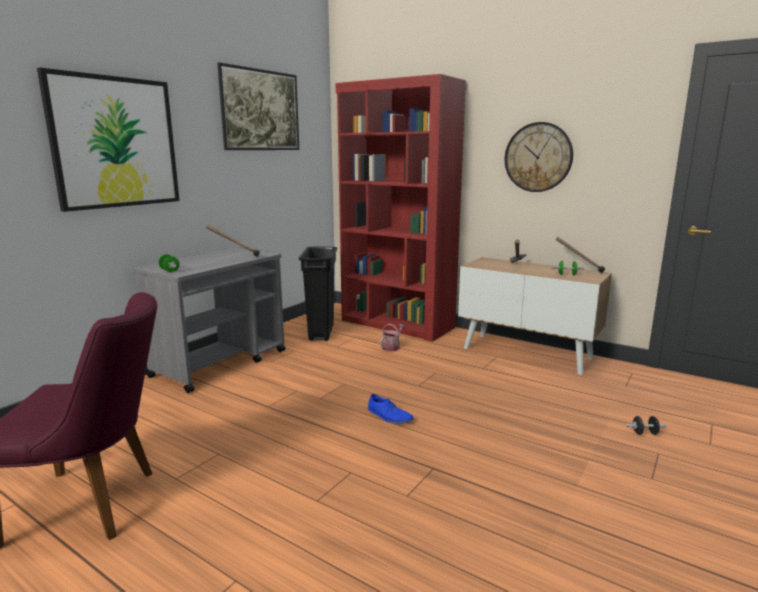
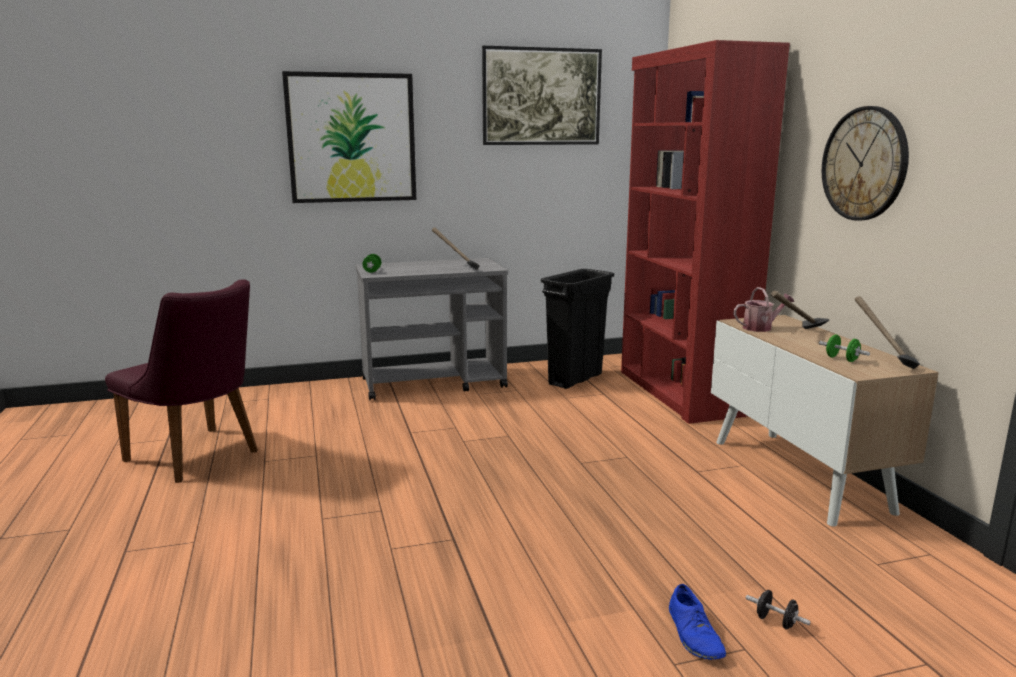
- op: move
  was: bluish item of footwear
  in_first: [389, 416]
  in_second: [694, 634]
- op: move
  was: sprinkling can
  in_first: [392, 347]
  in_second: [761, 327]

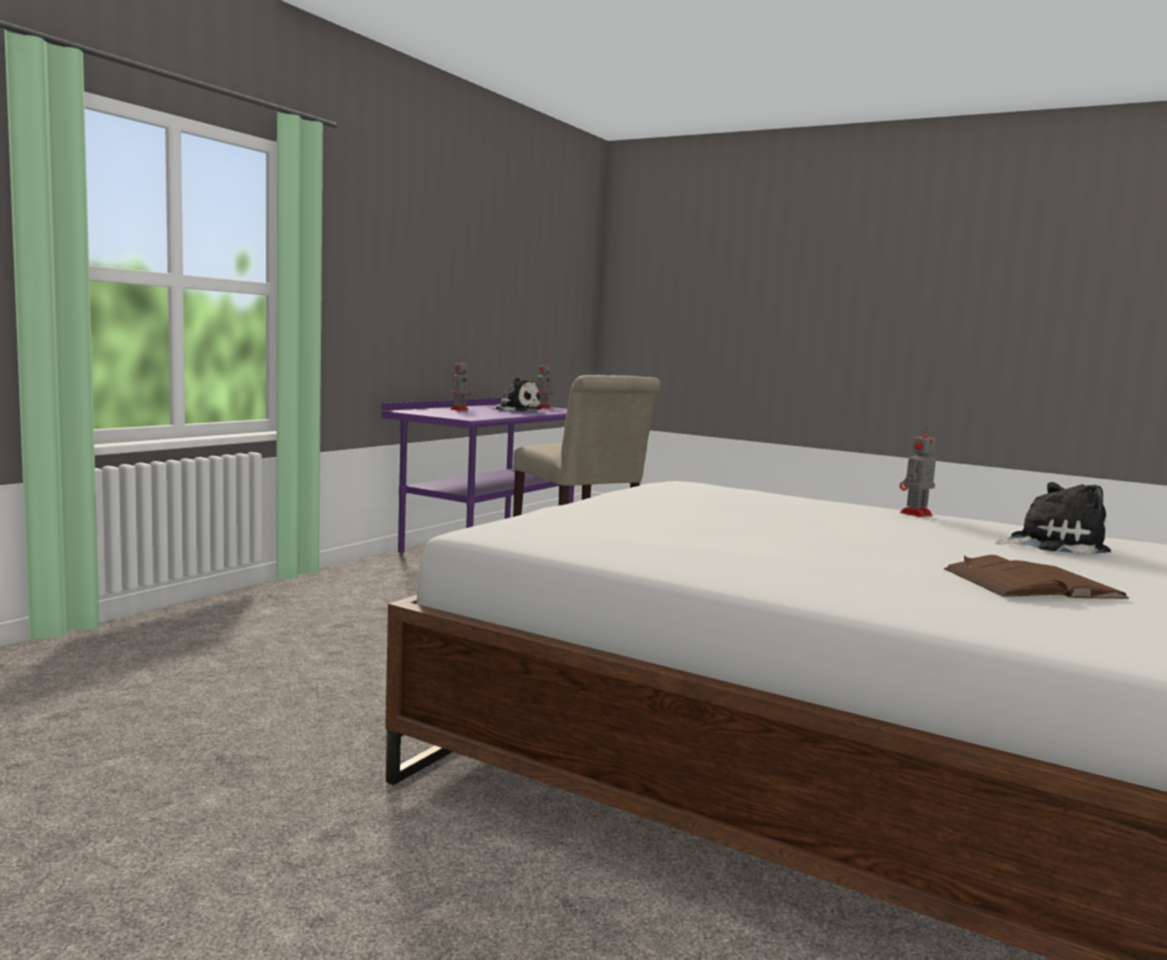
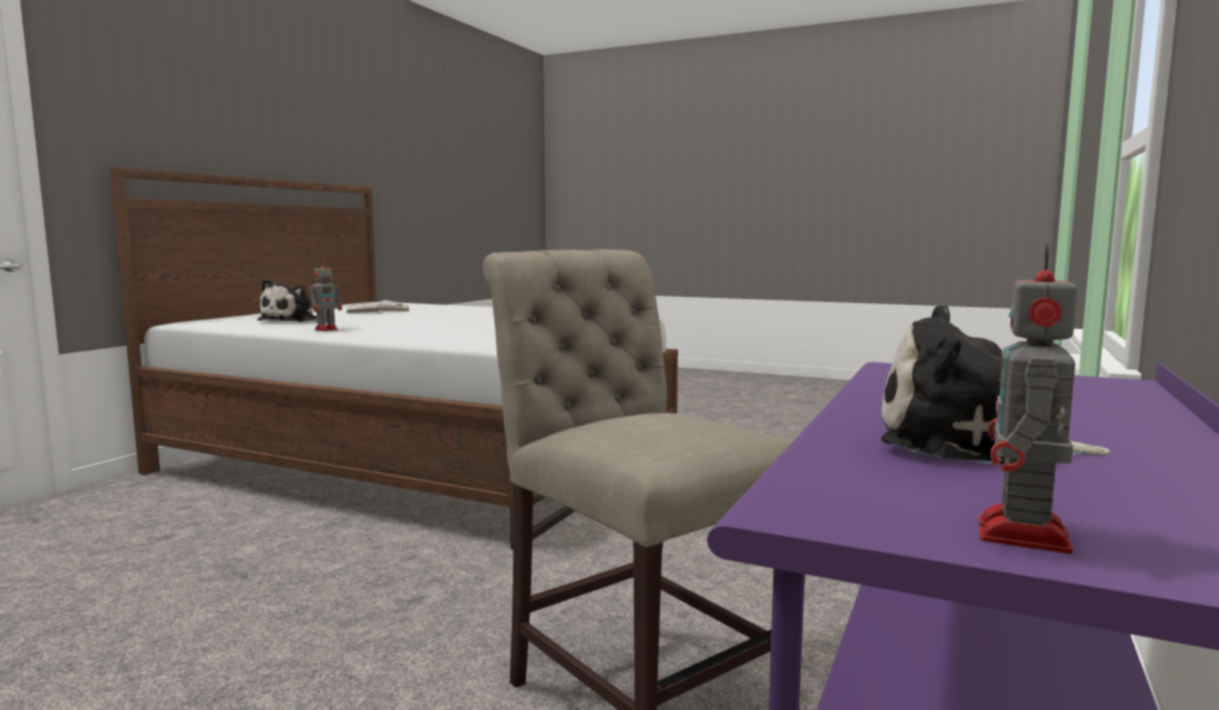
- op: delete
  was: toy robot
  in_first: [459, 409]
- op: recolor
  was: brown-coloured bound book
  now: white bound book
  in_first: [1032, 583]
  in_second: [378, 309]
- op: rotate
  was: cuddly toy
  in_first: [1051, 544]
  in_second: [292, 320]
  clockwise: -60

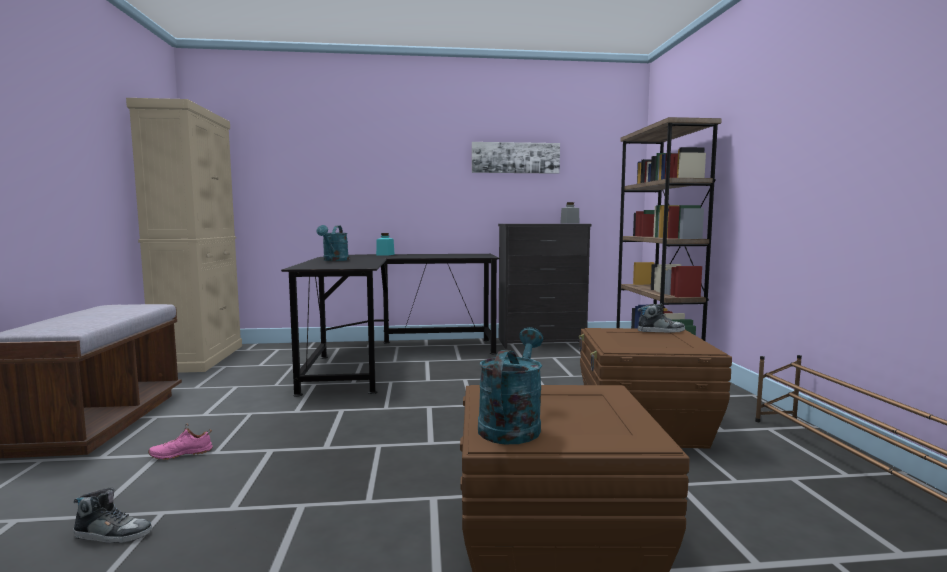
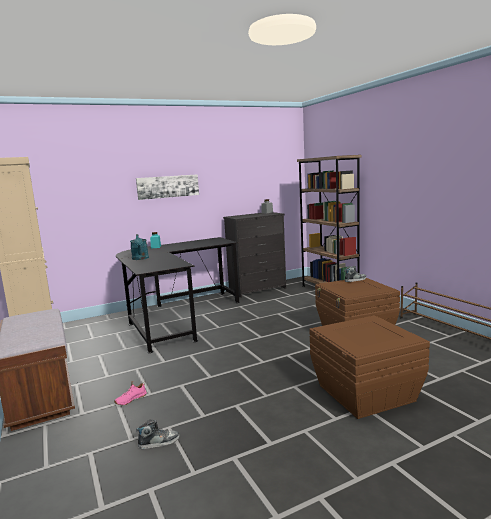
- op: delete
  was: turquoise sprinkling can
  in_first: [512, 425]
- op: move
  was: wall art
  in_first: [515, 158]
  in_second: [168, 186]

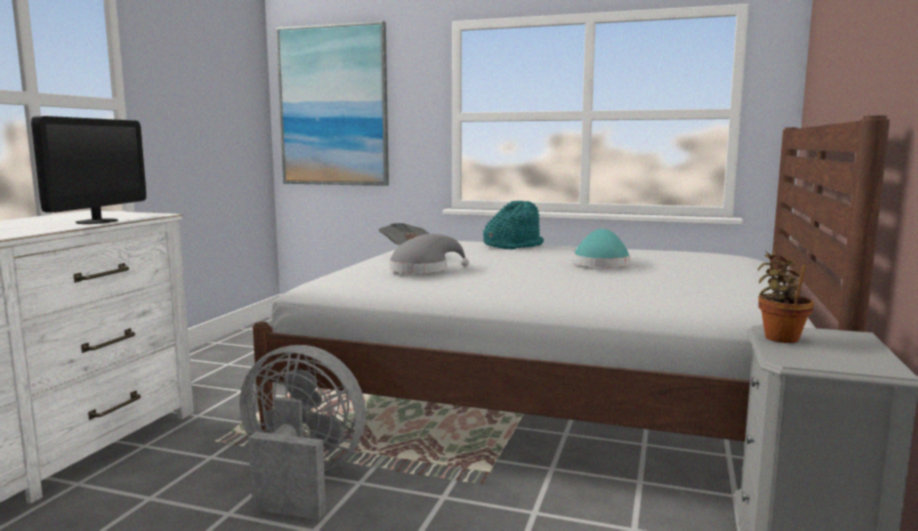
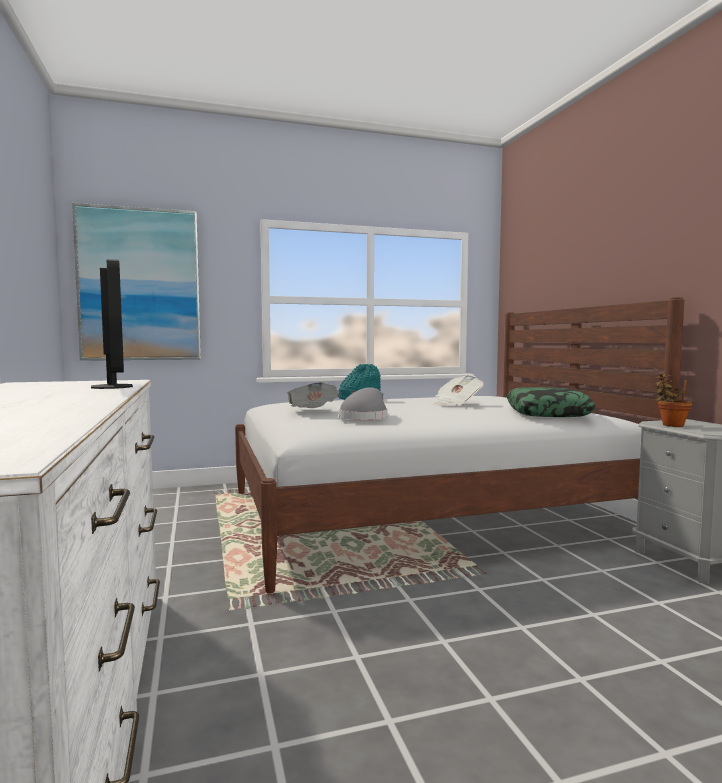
- op: delete
  was: grey fan
  in_first: [300, 479]
- op: insert
  now: pillow
  in_second: [547, 413]
- op: replace
  was: turquoise wearable hat
  now: printed paper
  in_first: [600, 264]
  in_second: [456, 404]

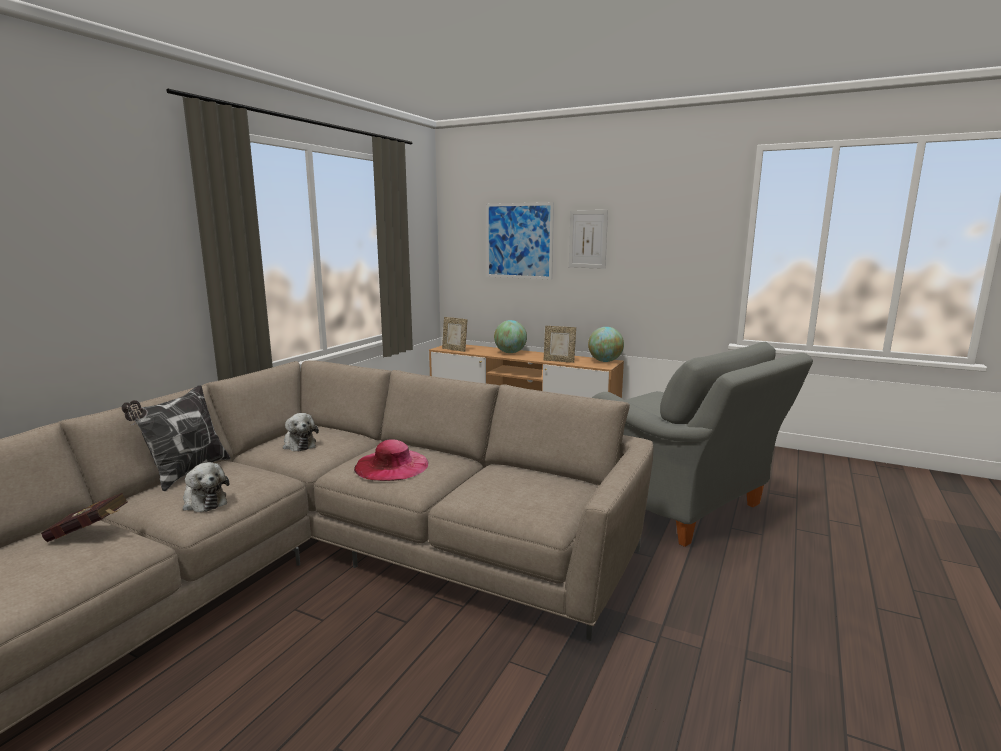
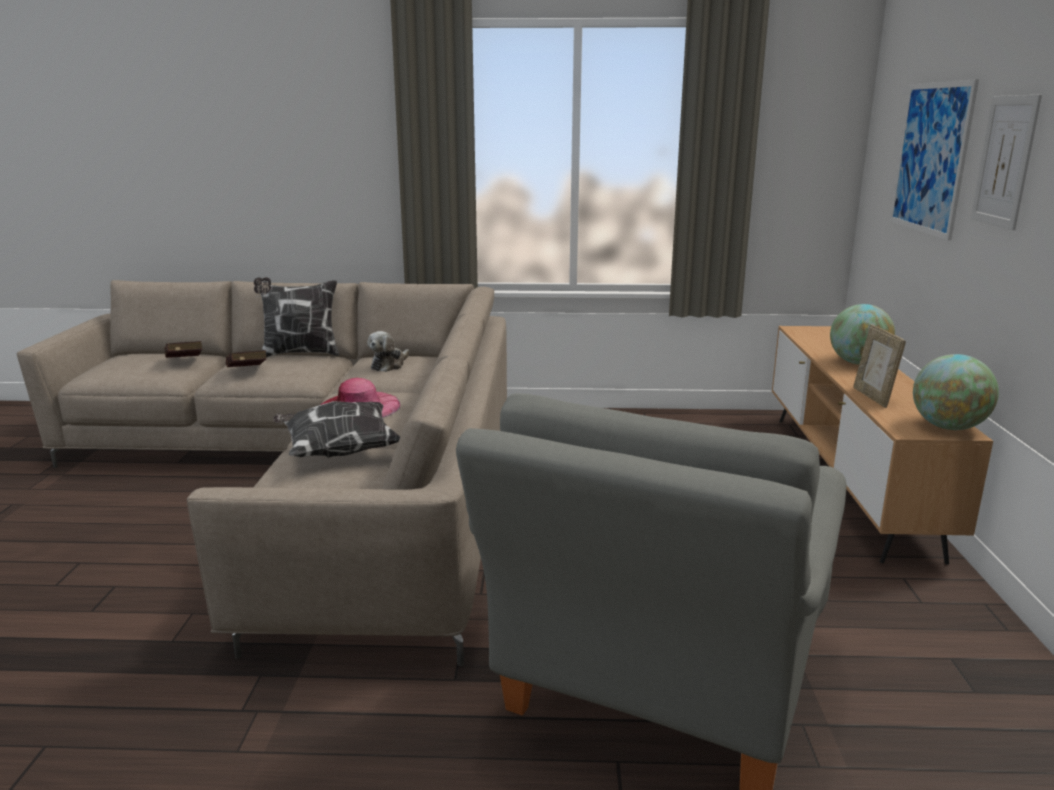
- op: delete
  was: picture frame
  in_first: [454, 349]
- op: insert
  now: pillow
  in_second: [338, 452]
- op: replace
  was: cuddly toy
  now: red bound book
  in_first: [204, 501]
  in_second: [247, 372]

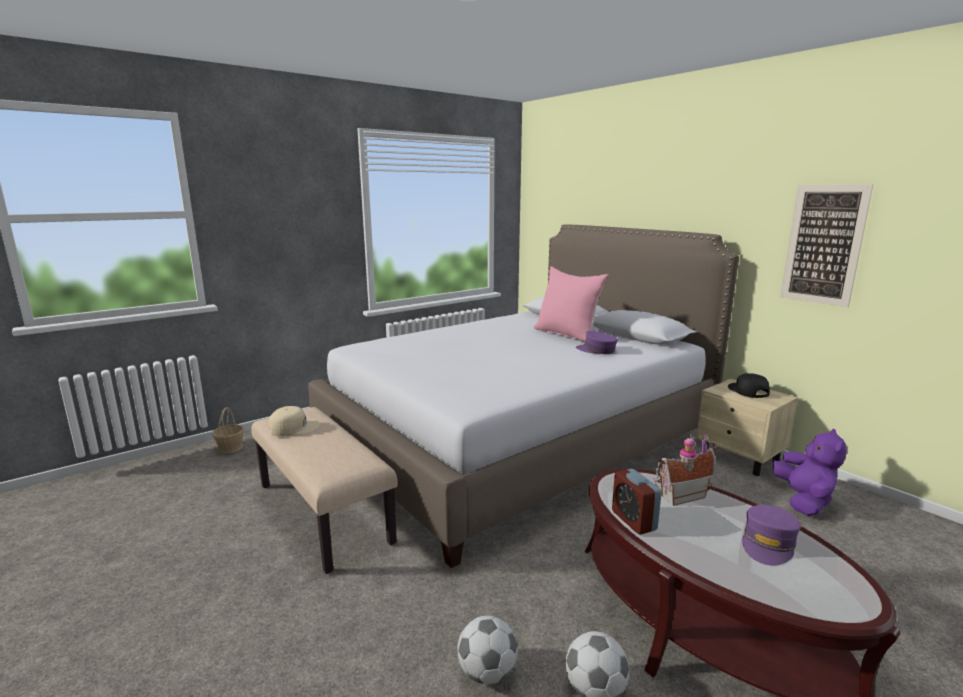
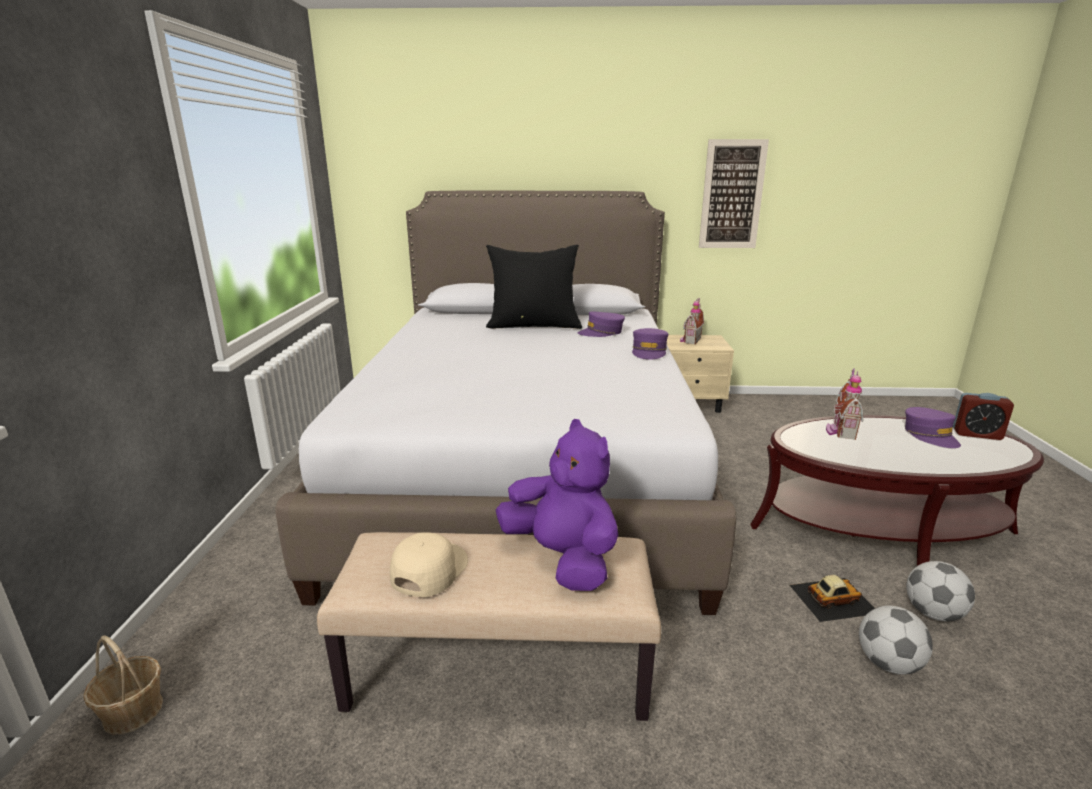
- op: insert
  now: purple peaked cap
  in_second: [649, 352]
- op: insert
  now: model car
  in_second: [832, 598]
- op: move
  was: table clock
  in_first: [633, 520]
  in_second: [977, 434]
- op: move
  was: purple cuddly toy
  in_first: [803, 500]
  in_second: [562, 558]
- op: replace
  was: blackish peaked cap
  now: model house
  in_first: [747, 391]
  in_second: [690, 340]
- op: recolor
  was: pink-coloured pillow
  now: blackish pillow
  in_first: [567, 334]
  in_second: [534, 325]

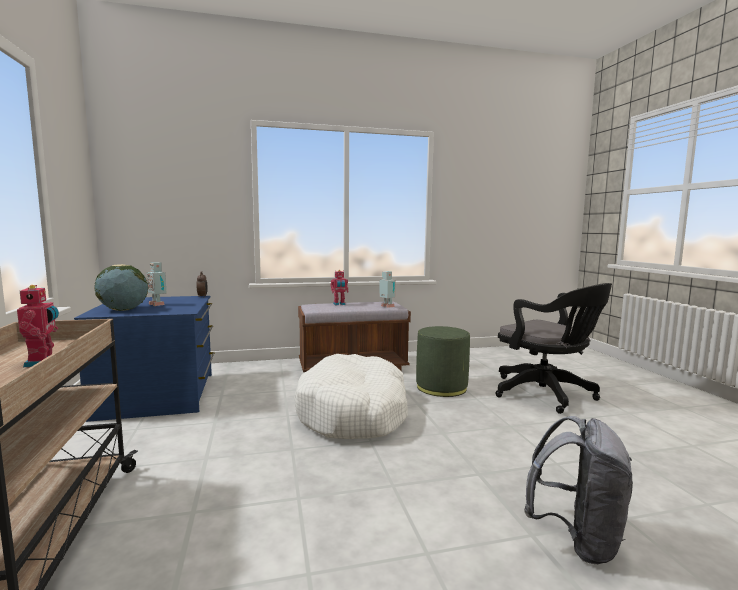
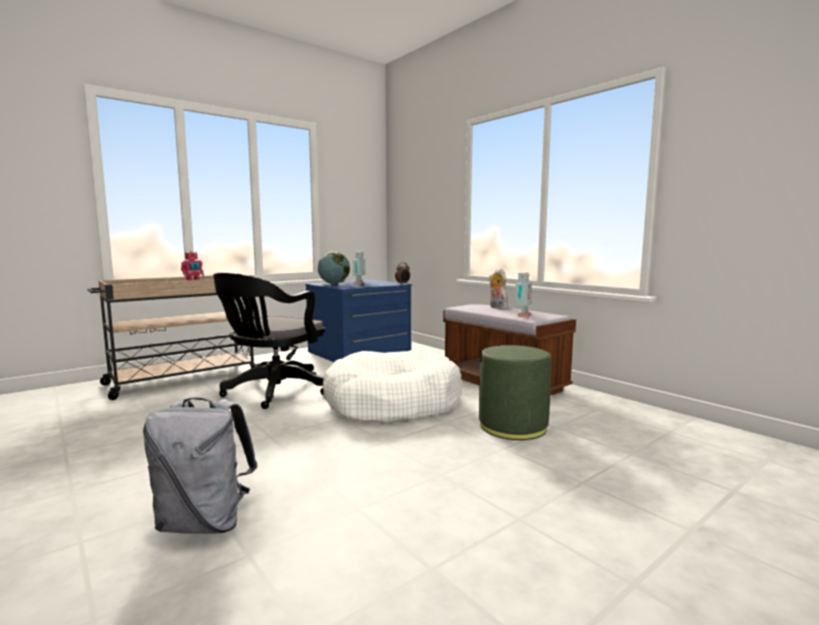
- op: move
  was: blackish office chair
  in_first: [547, 394]
  in_second: [273, 392]
- op: replace
  was: toy robot
  now: cuddly toy
  in_first: [339, 304]
  in_second: [496, 307]

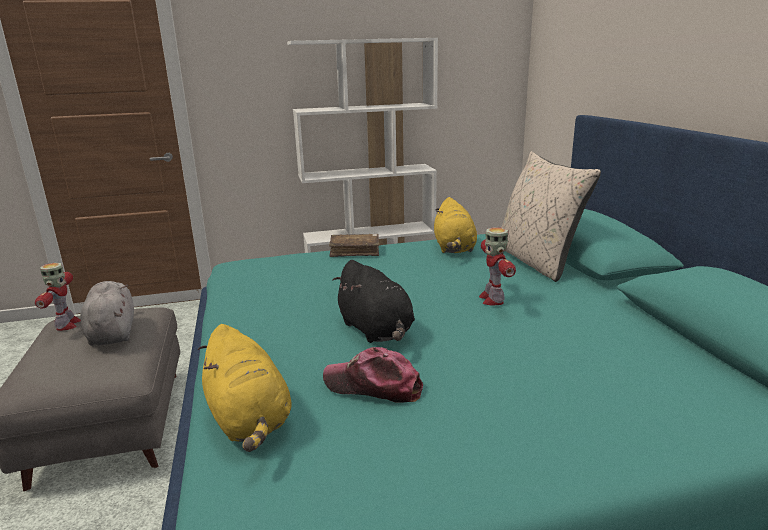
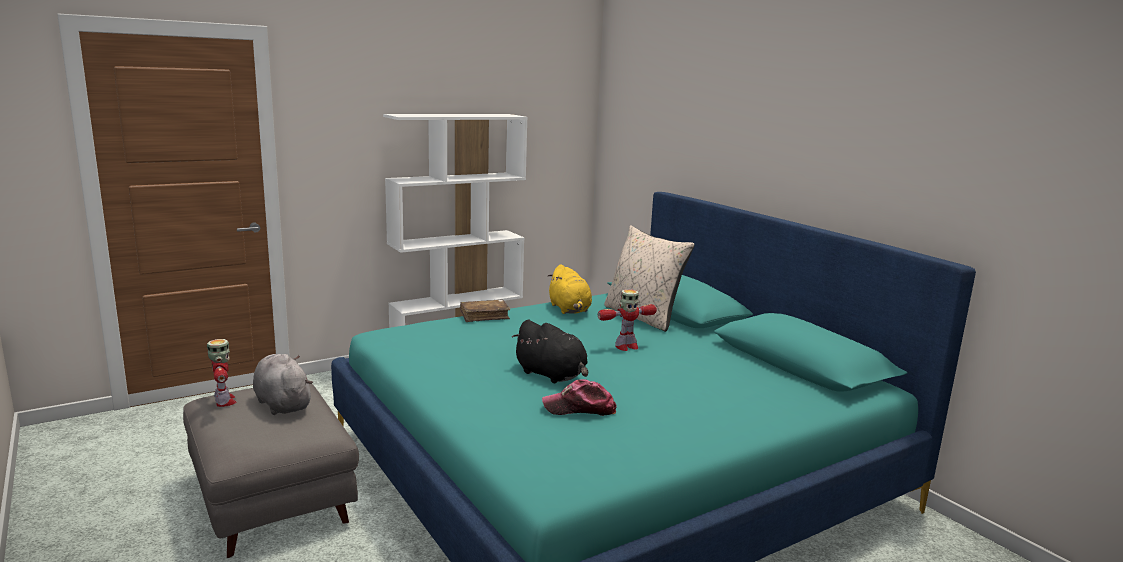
- op: delete
  was: yellow cuddly toy
  in_first: [249, 420]
- op: rotate
  was: toy robot
  in_first: [492, 299]
  in_second: [626, 347]
  clockwise: -90

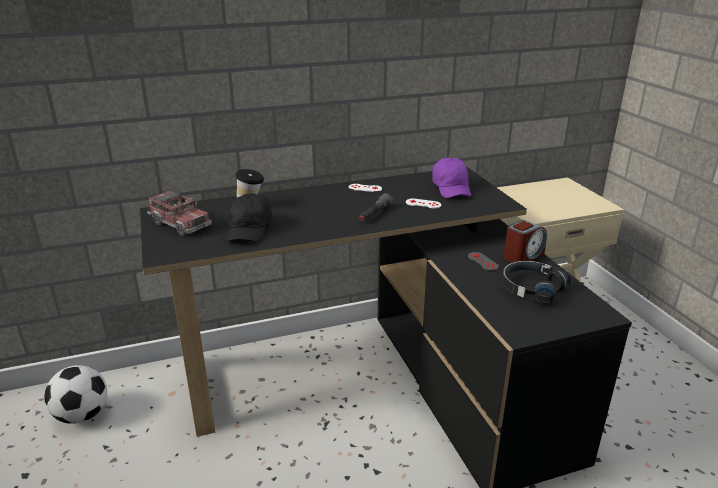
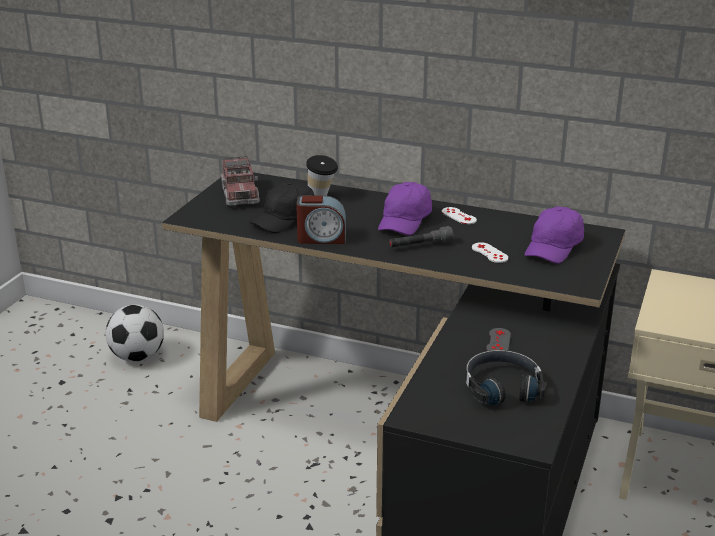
- op: insert
  now: purple peaked cap
  in_second: [405, 221]
- op: move
  was: table clock
  in_first: [523, 256]
  in_second: [321, 238]

